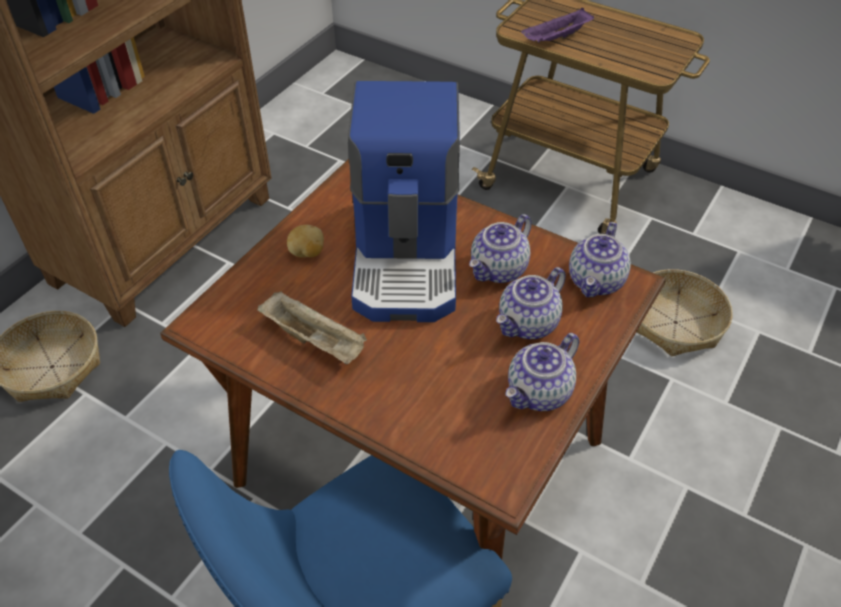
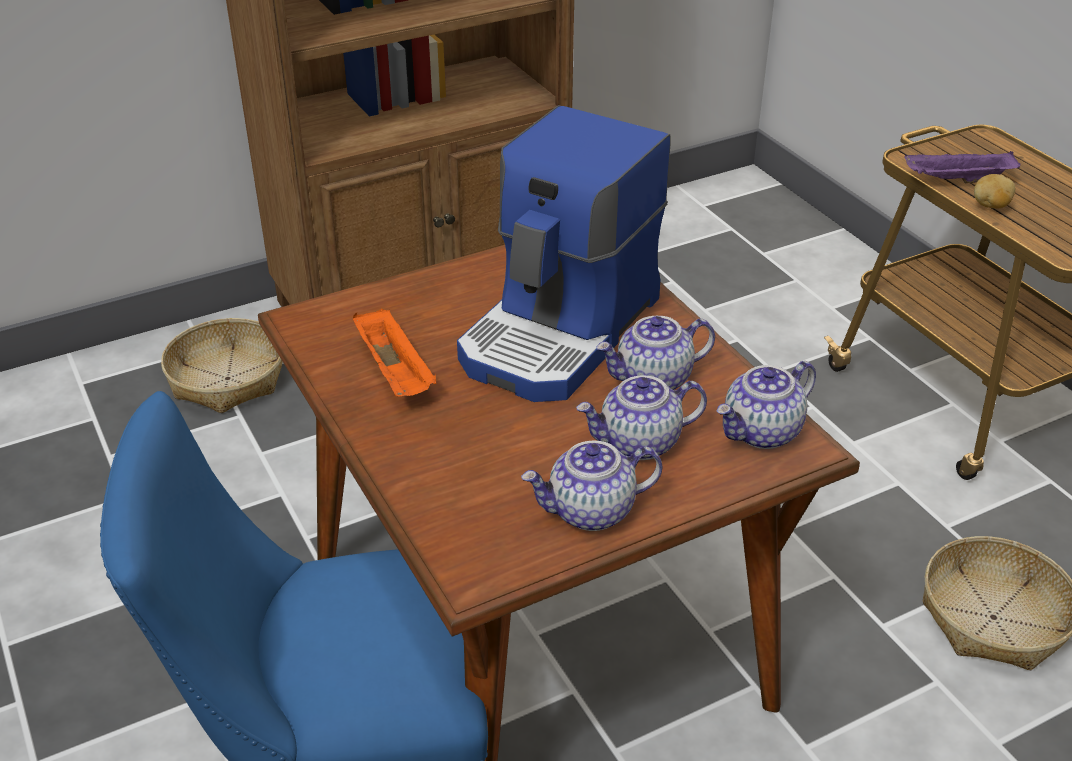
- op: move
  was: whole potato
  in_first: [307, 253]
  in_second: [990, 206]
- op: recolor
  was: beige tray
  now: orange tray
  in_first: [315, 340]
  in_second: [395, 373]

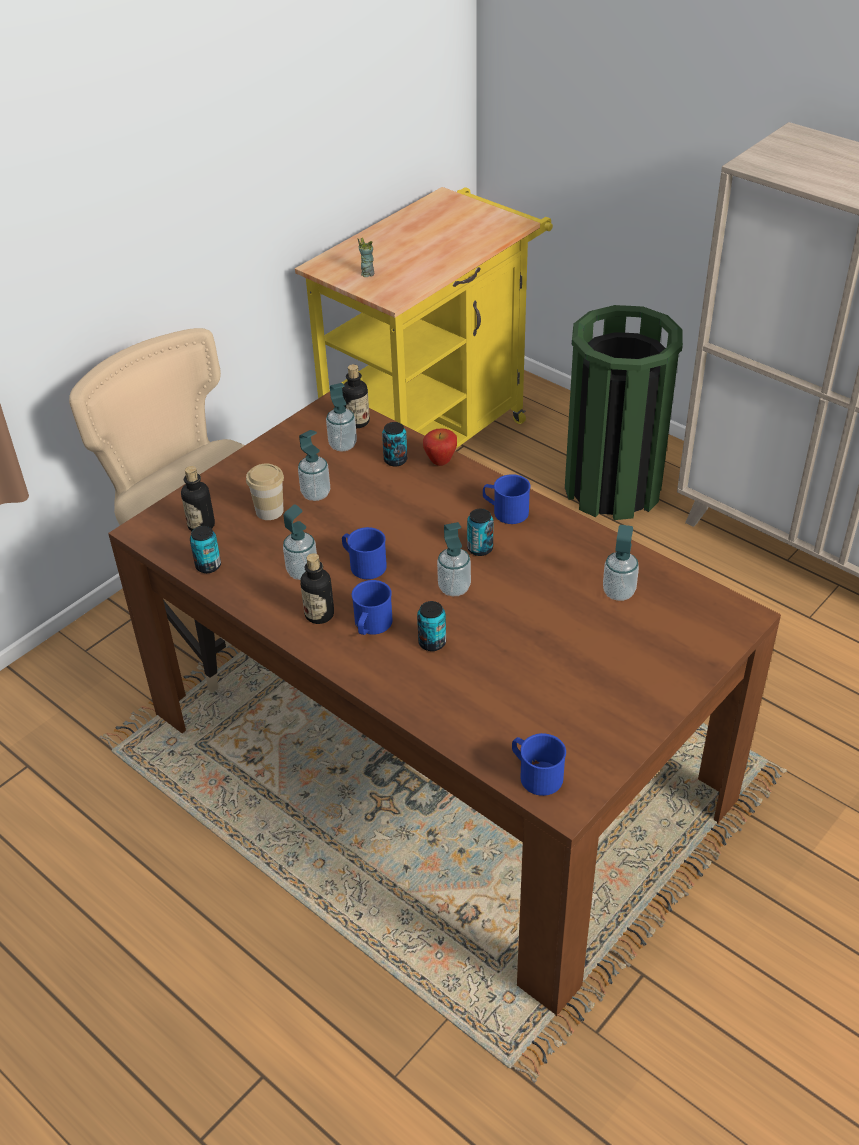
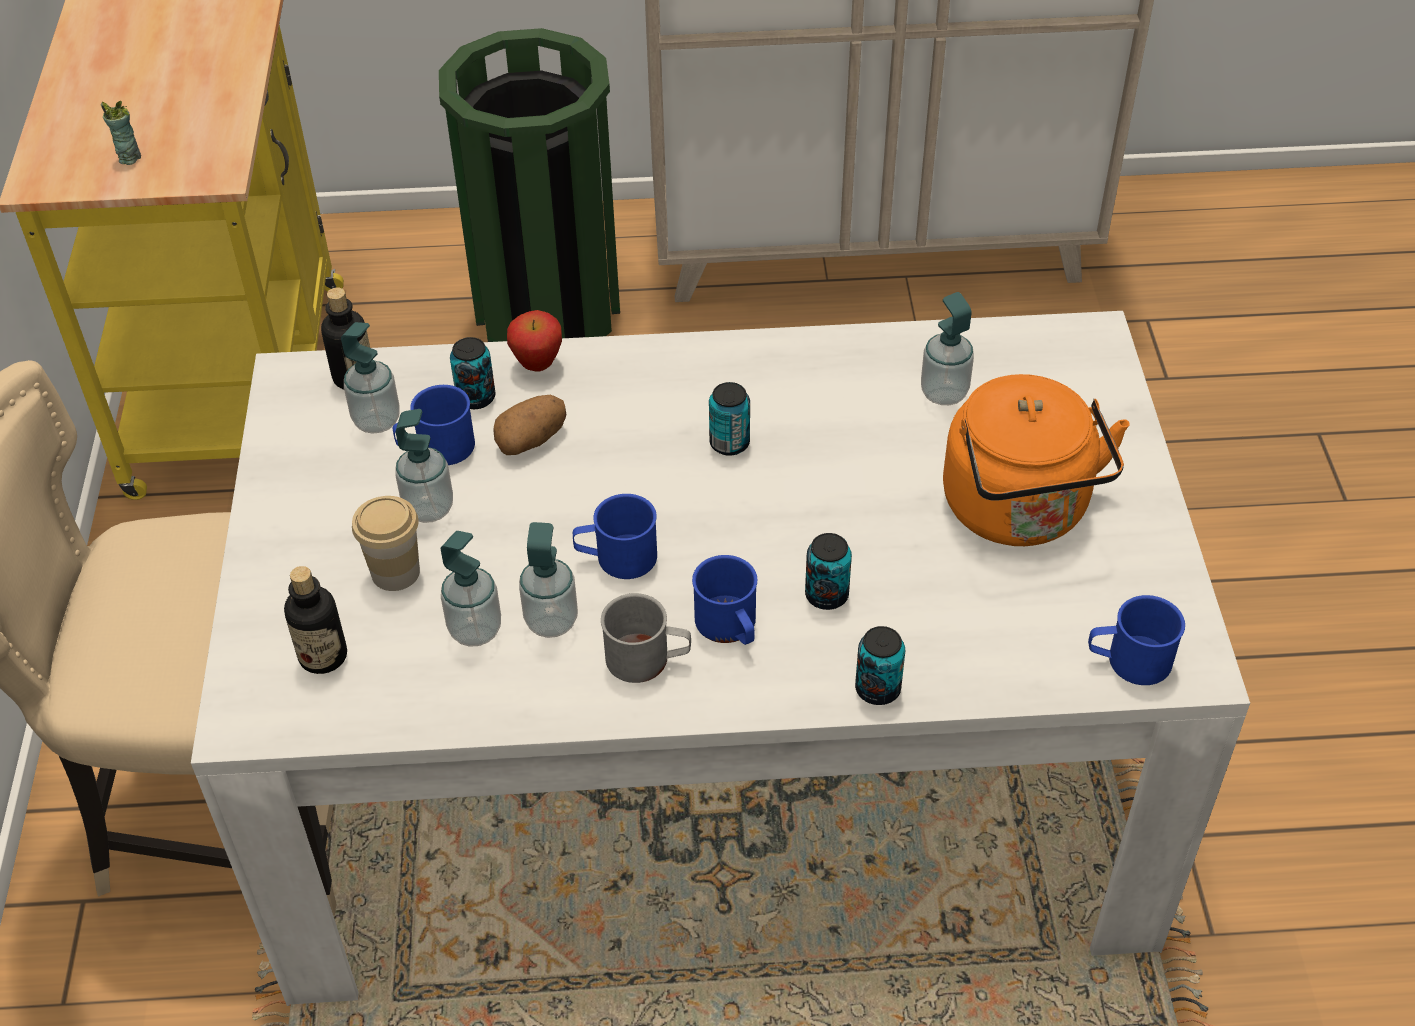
- op: insert
  now: whole potato
  in_second: [531, 440]
- op: insert
  now: orange tea kettle
  in_second: [1019, 512]
- op: move
  was: sealed can
  in_first: [208, 566]
  in_second: [877, 689]
- op: move
  was: soap bottle
  in_first: [454, 588]
  in_second: [475, 630]
- op: move
  was: bluish tea mug
  in_first: [505, 511]
  in_second: [437, 448]
- op: replace
  was: drink bottle
  now: grey tea mug
  in_first: [319, 614]
  in_second: [647, 659]
- op: recolor
  was: brown-coloured dining table
  now: white dining table
  in_first: [434, 755]
  in_second: [710, 774]

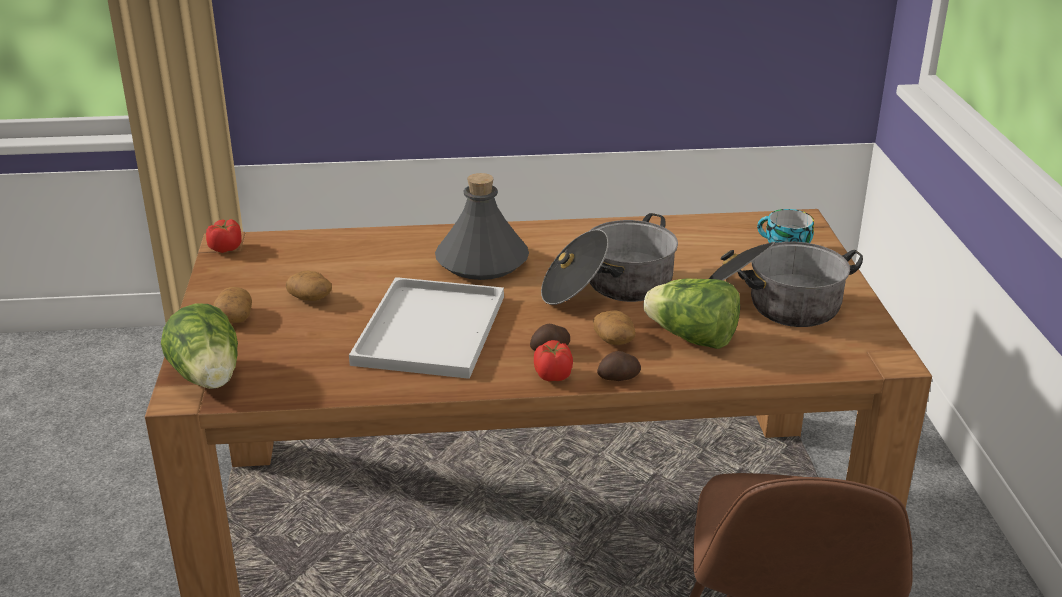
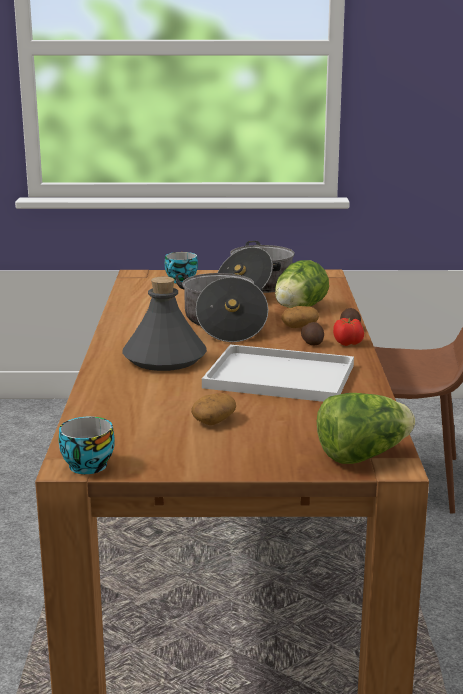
- op: delete
  was: whole potato
  in_first: [234, 317]
- op: replace
  was: whole tomato
  now: drinking cup
  in_first: [226, 248]
  in_second: [86, 464]

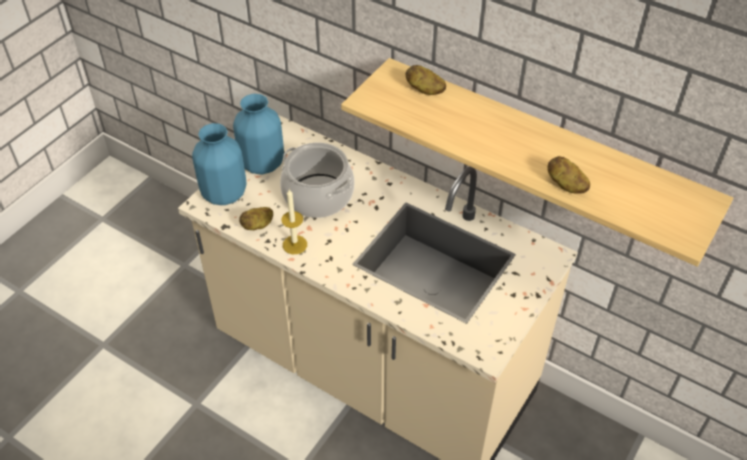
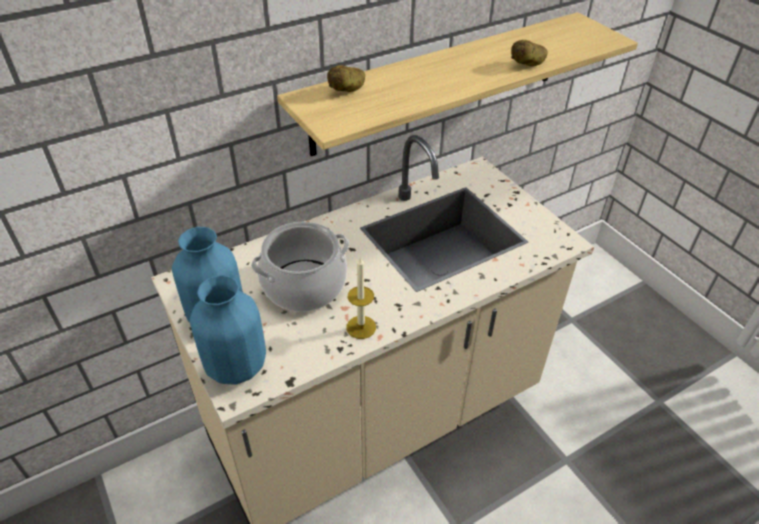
- op: delete
  was: whole potato
  in_first: [258, 225]

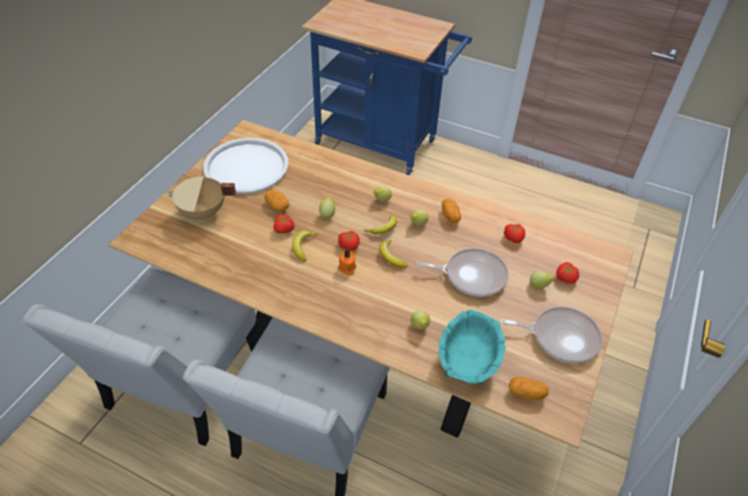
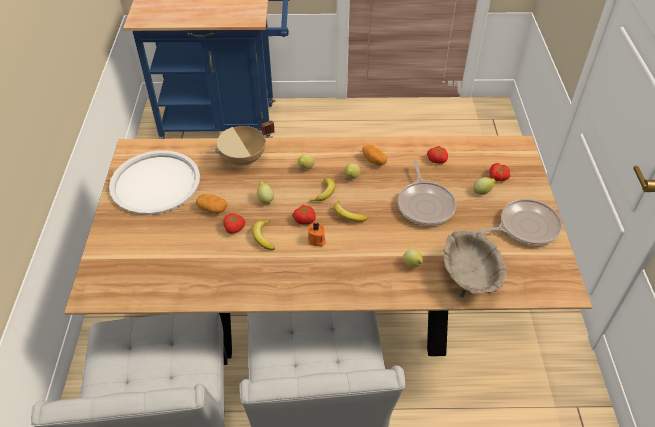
- op: delete
  was: whole potato
  in_first: [526, 393]
- op: move
  was: beige cooking pot
  in_first: [203, 213]
  in_second: [244, 160]
- op: recolor
  was: turquoise deep dish
  now: beige deep dish
  in_first: [467, 361]
  in_second: [469, 277]
- op: rotate
  was: pan
  in_first: [472, 275]
  in_second: [425, 204]
  clockwise: 105

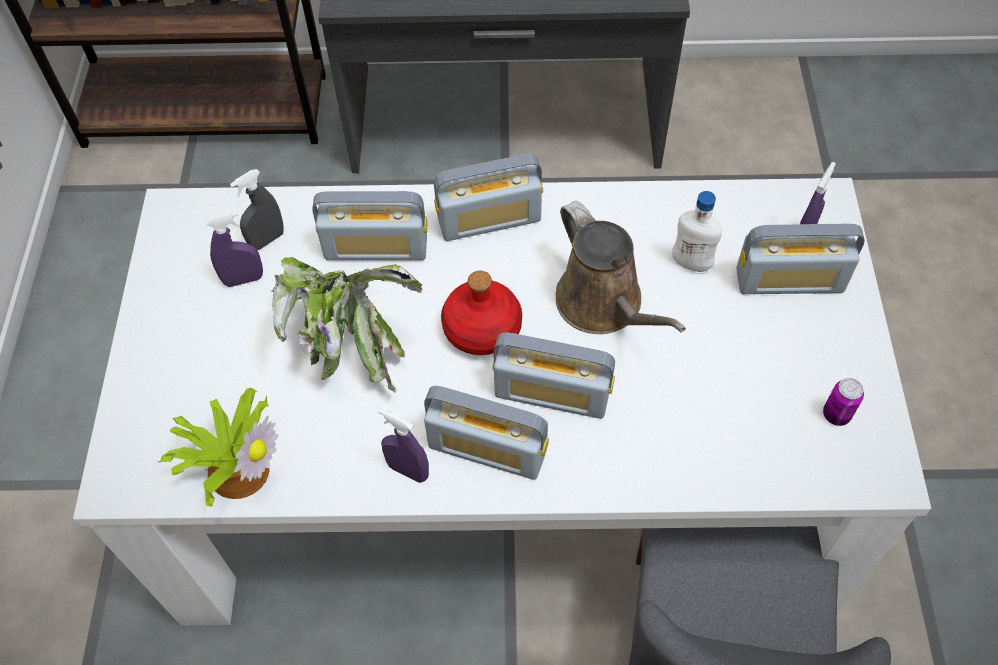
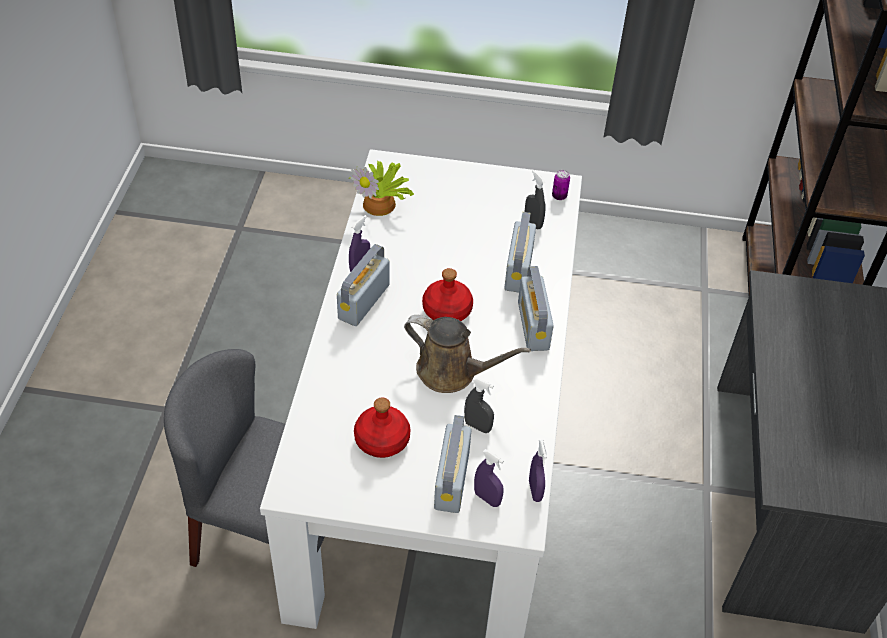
- op: delete
  was: potted plant
  in_first: [351, 343]
- op: delete
  was: radio set
  in_first: [552, 393]
- op: insert
  now: red drink bottle
  in_second: [382, 440]
- op: move
  was: purple spray bottle
  in_first: [243, 279]
  in_second: [535, 491]
- op: move
  was: sealed can
  in_first: [836, 415]
  in_second: [559, 196]
- op: replace
  was: white drink bottle
  now: grey spray bottle
  in_first: [691, 263]
  in_second: [477, 426]
- op: rotate
  was: brown-coloured sprinkling can
  in_first: [604, 305]
  in_second: [452, 372]
  clockwise: -135

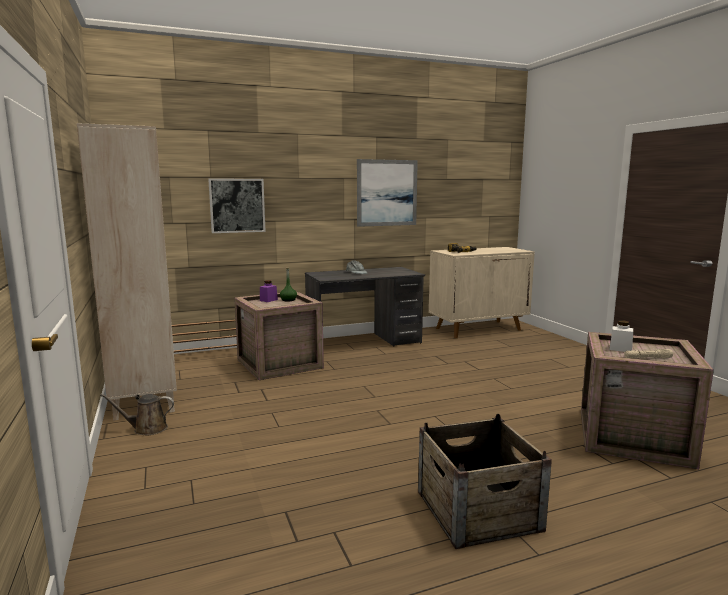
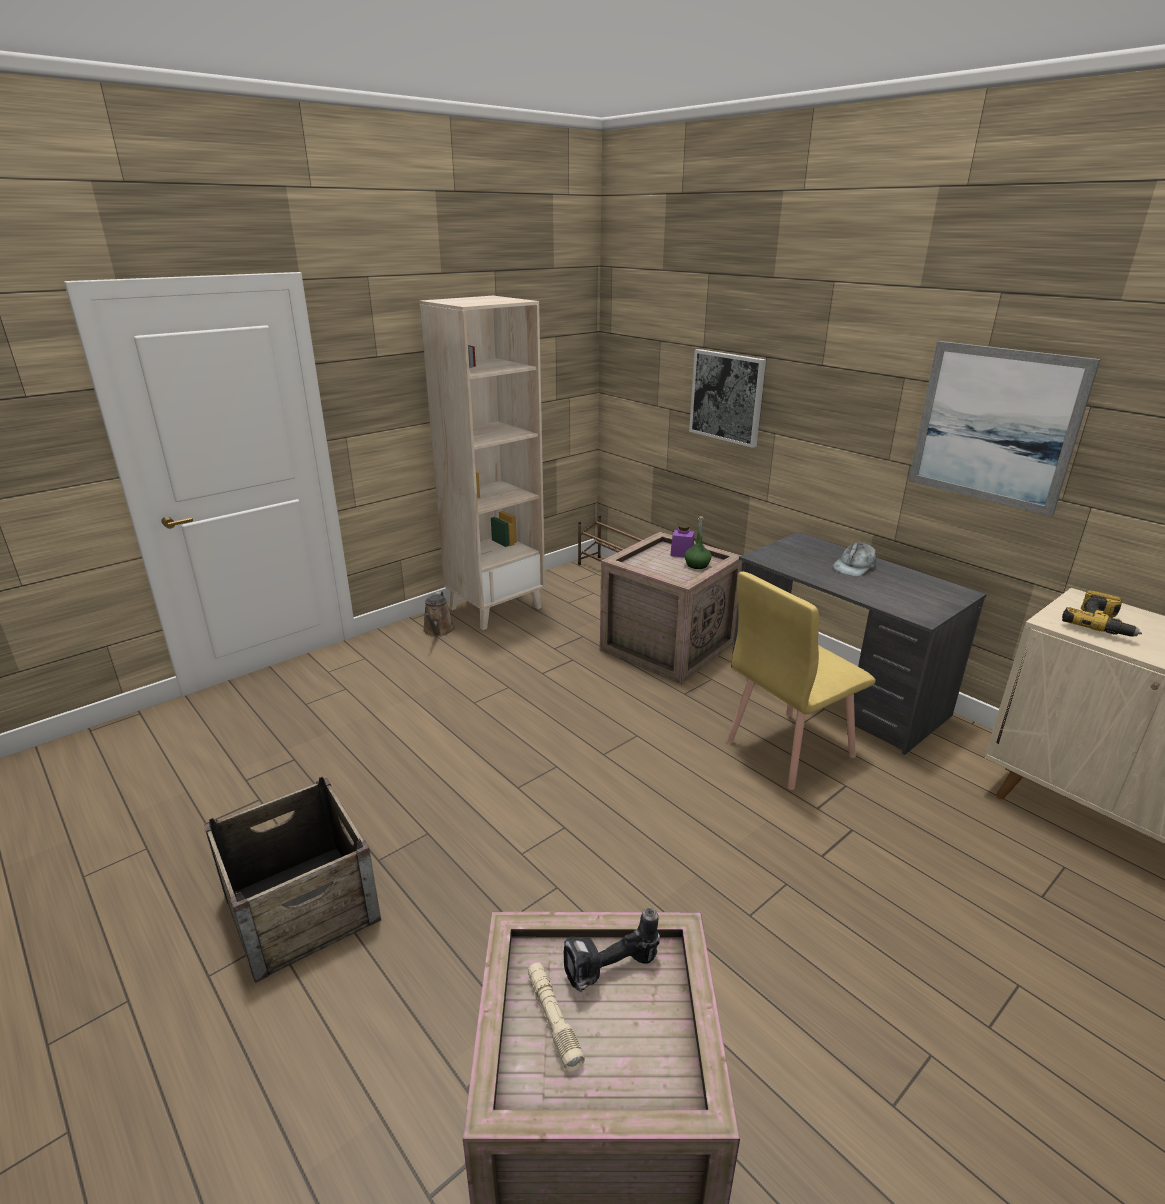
- op: insert
  now: yellow upright chair
  in_second: [788, 748]
- op: replace
  was: white preserve jar
  now: power drill
  in_first: [620, 349]
  in_second: [610, 973]
- op: rotate
  was: brown-coloured sprinkling can
  in_first: [147, 429]
  in_second: [438, 631]
  clockwise: -150

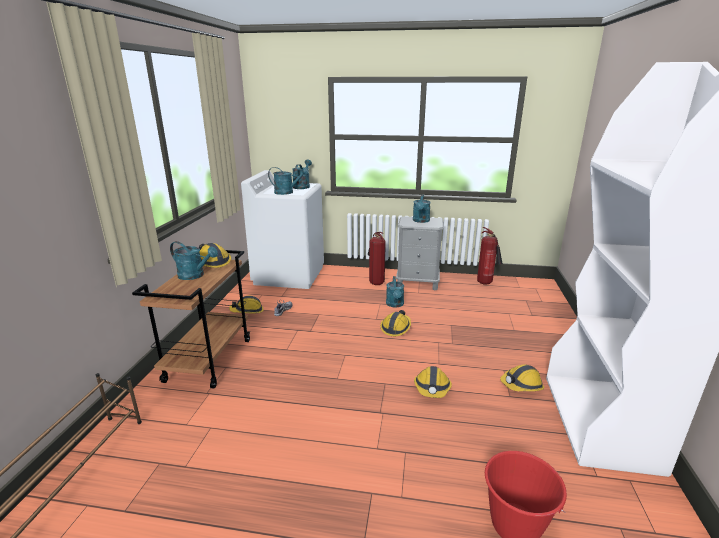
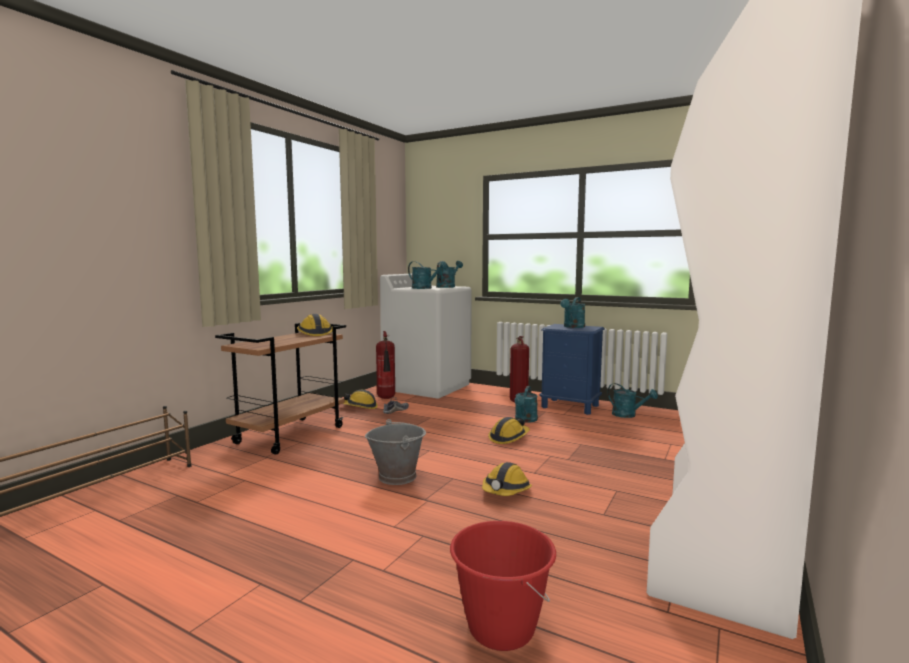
- op: delete
  was: hard hat
  in_first: [521, 385]
- op: insert
  now: grey water bucket
  in_second: [397, 476]
- op: move
  was: turquoise sprinkling can
  in_first: [195, 275]
  in_second: [628, 415]
- op: move
  was: fire extinguisher
  in_first: [486, 283]
  in_second: [386, 398]
- op: recolor
  was: grey night table
  now: bluish night table
  in_first: [418, 283]
  in_second: [570, 406]

